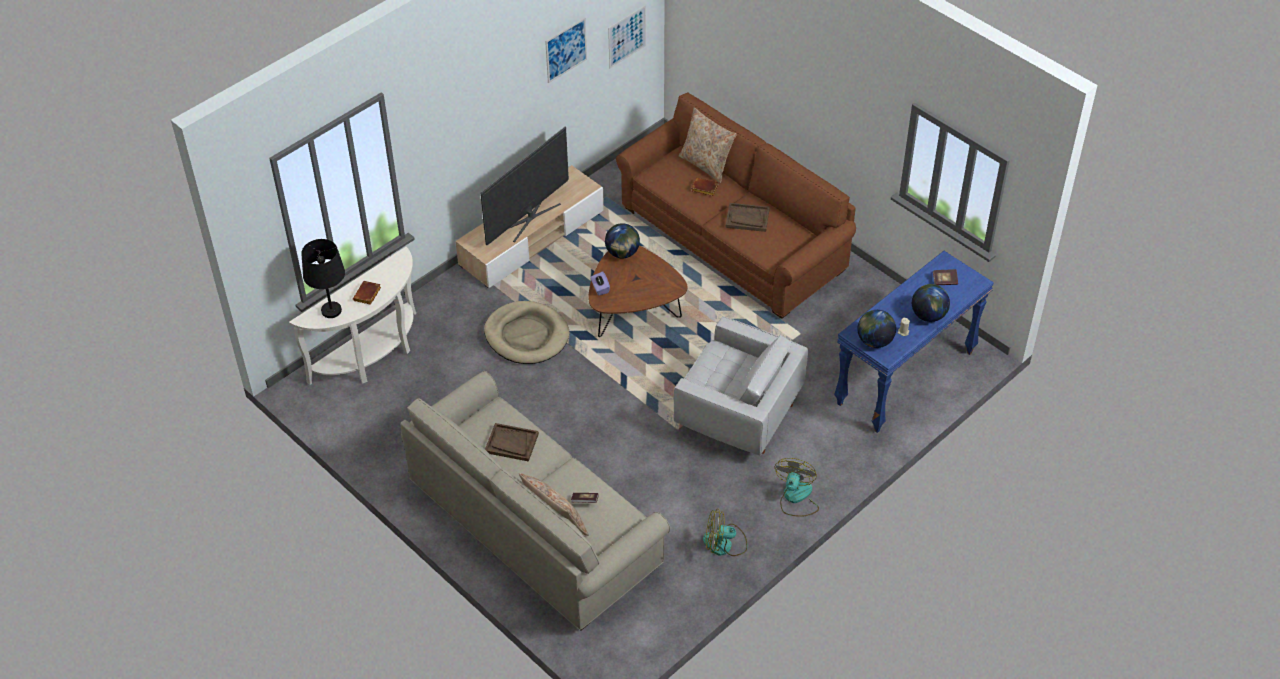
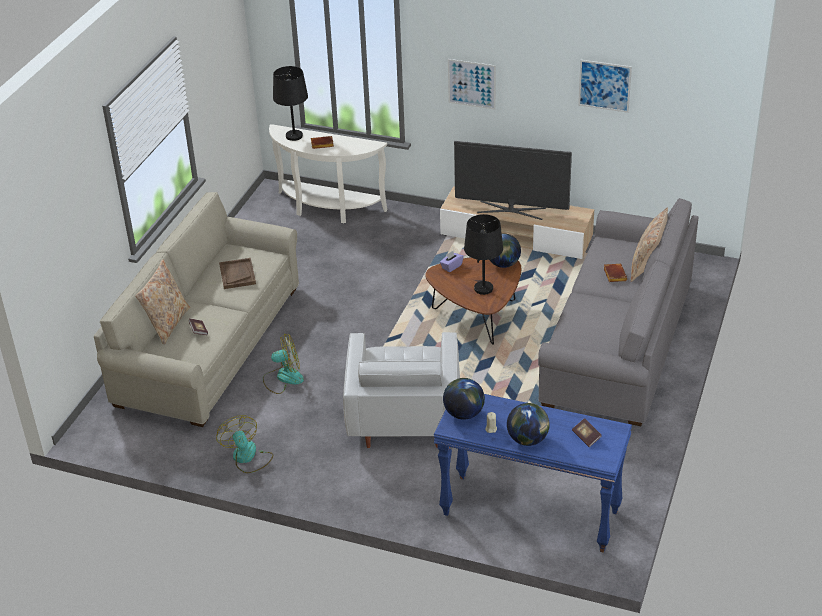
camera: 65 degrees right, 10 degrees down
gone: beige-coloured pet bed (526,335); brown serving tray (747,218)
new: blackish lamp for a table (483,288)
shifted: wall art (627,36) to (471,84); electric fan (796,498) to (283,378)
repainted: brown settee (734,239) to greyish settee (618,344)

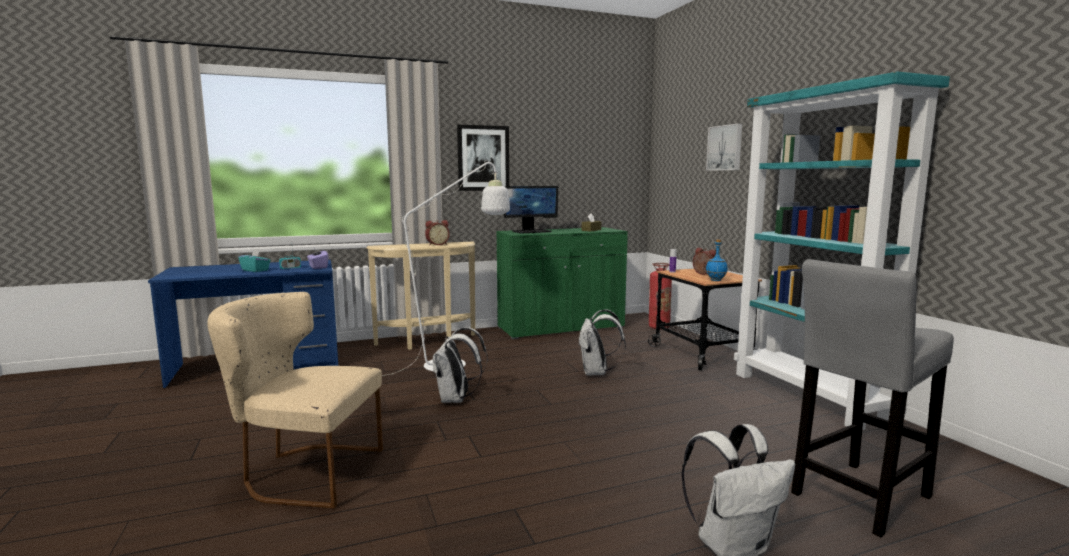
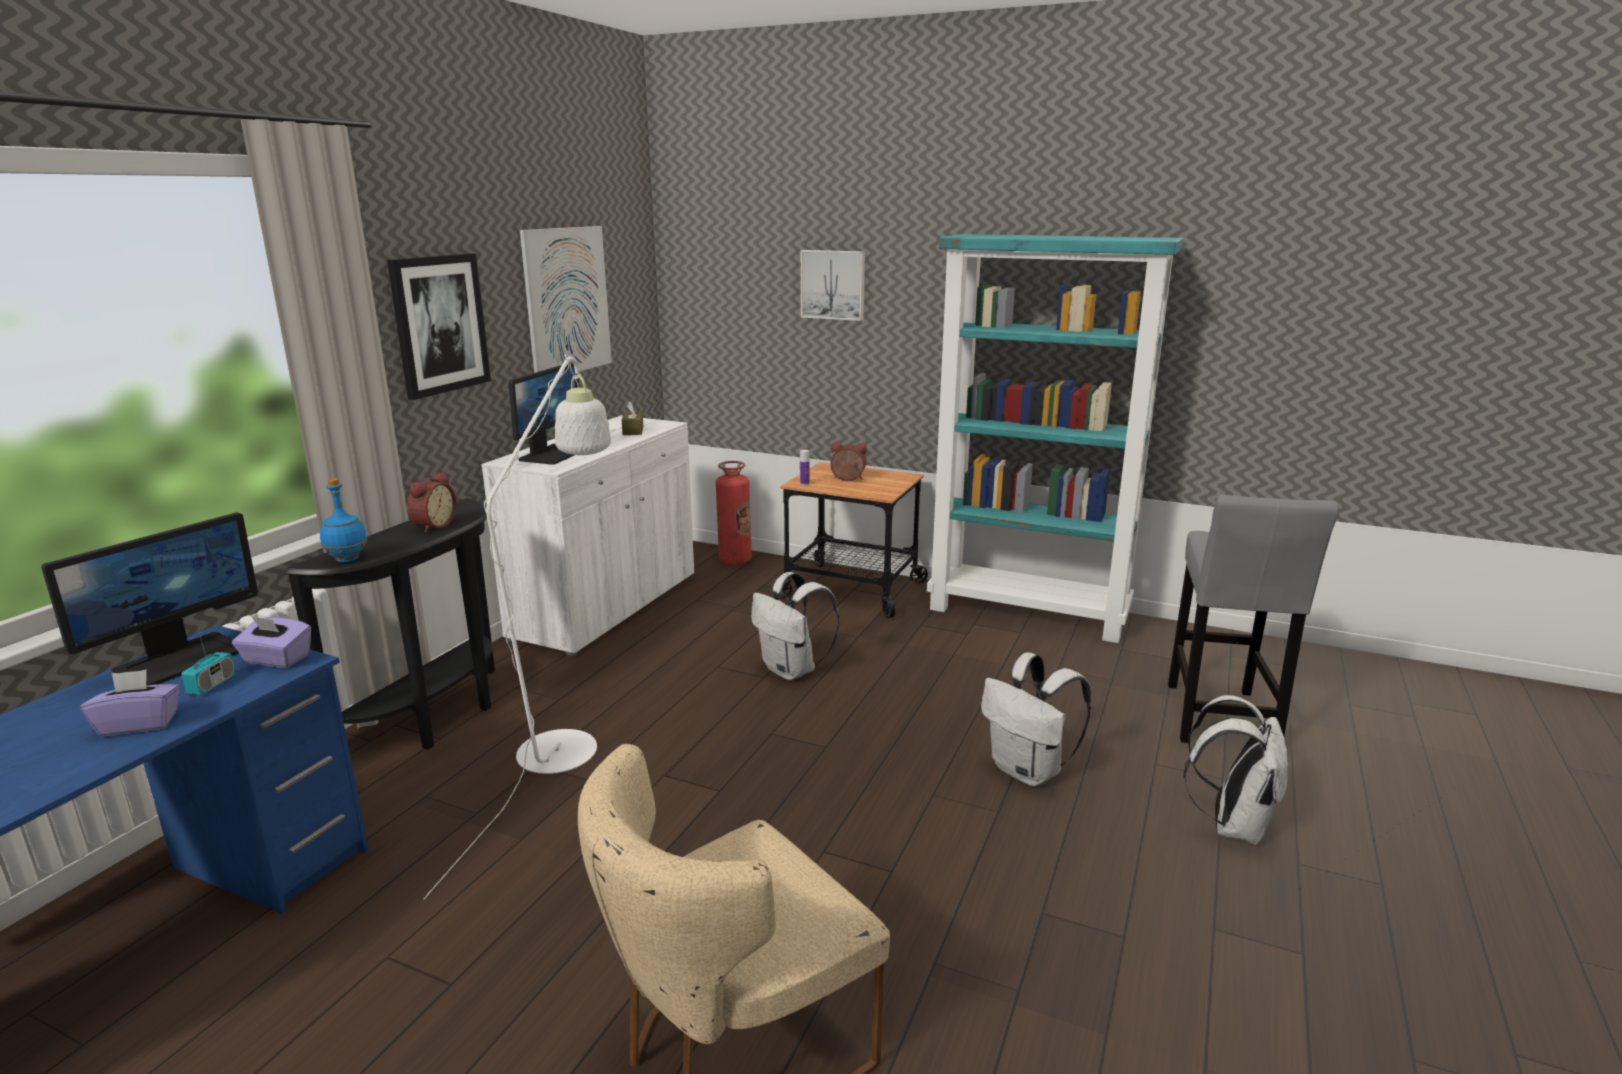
camera: 45 degrees left, 10 degrees up
new: computer display (181,659); wall art (567,301)
shifted: white rucksack (456,399) to (1029,771); blue-coloured beverage bottle (716,280) to (348,559)
repainted: turquoise box of tissues (255,270) to purplish box of tissues (139,724); beige-coloured console table (428,343) to blackish console table (438,720); green cabinet (561,327) to white cabinet (607,606)

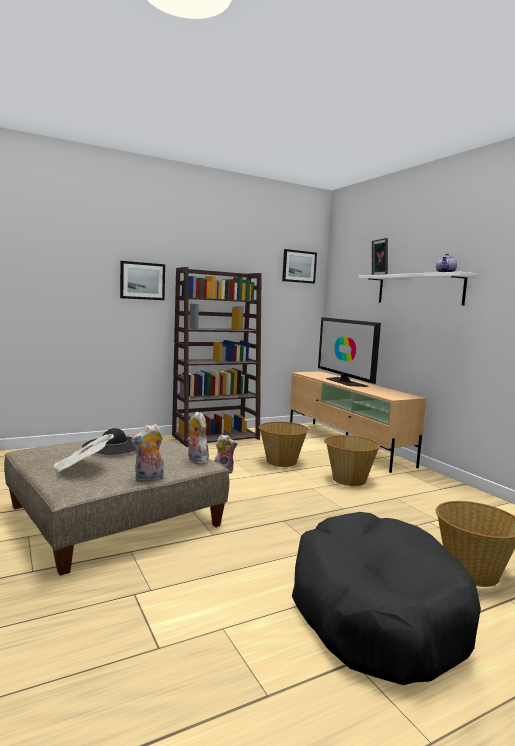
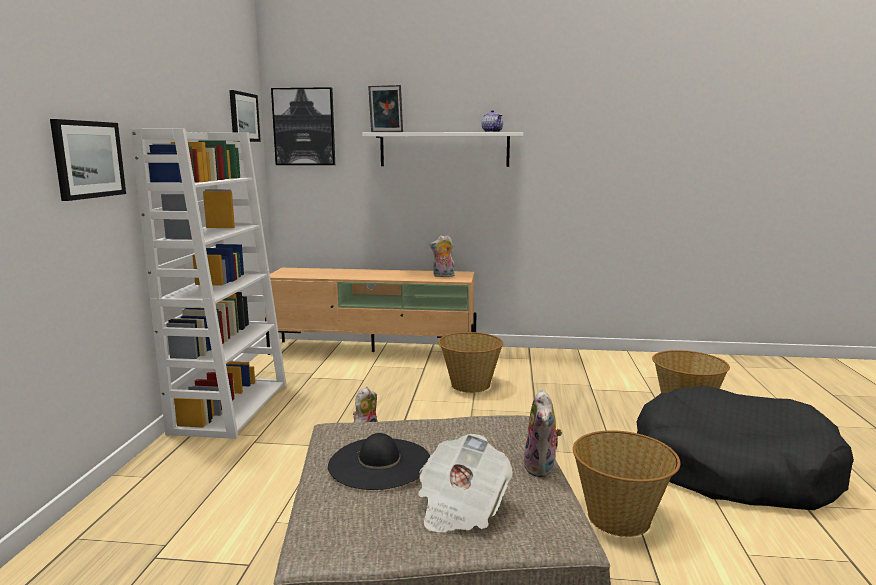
camera: 55 degrees left, 5 degrees up
gone: TV (344,382)
new: wall art (304,127)
shifted: plush toy (195,460) to (443,276); storage basket (281,462) to (620,518)
repainted: brown bookcase (216,437) to white bookcase (230,407)

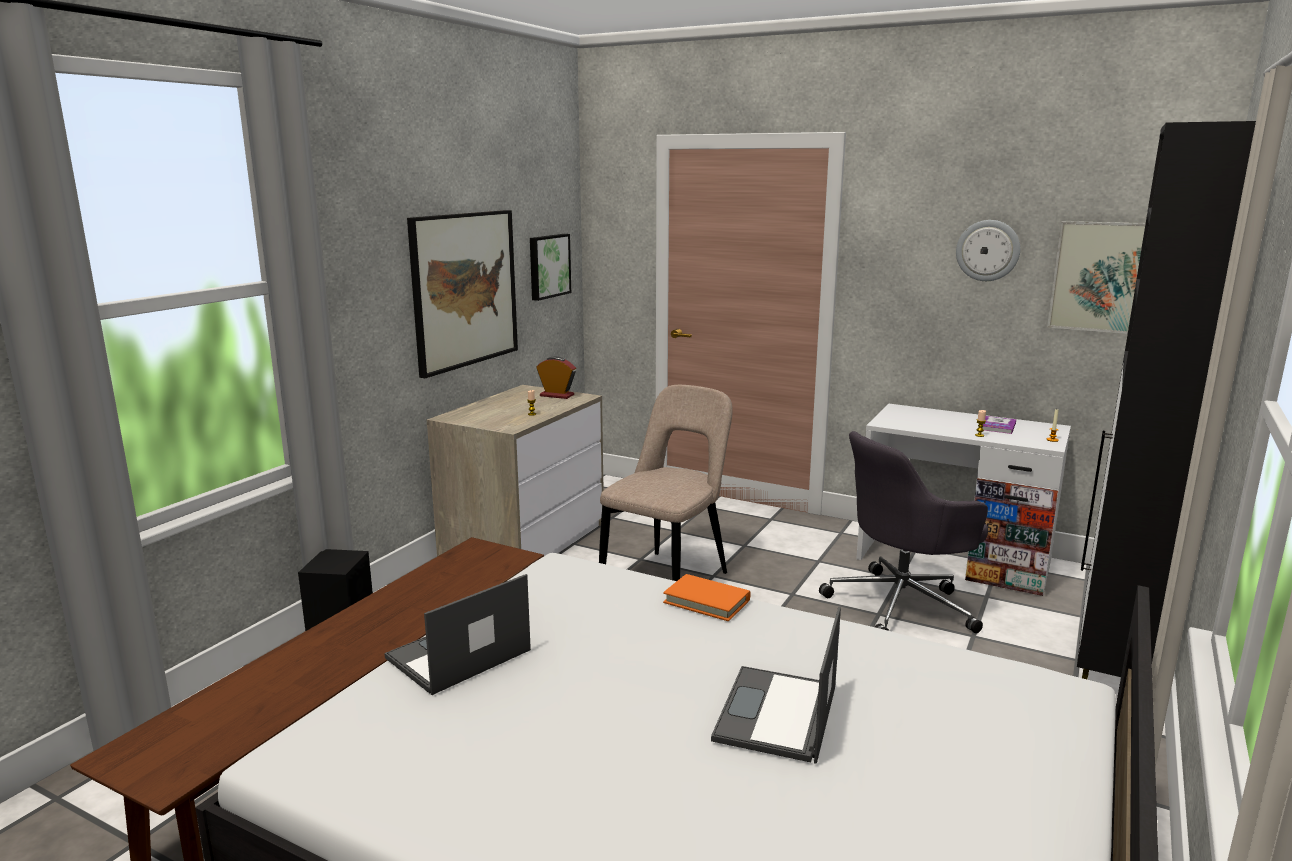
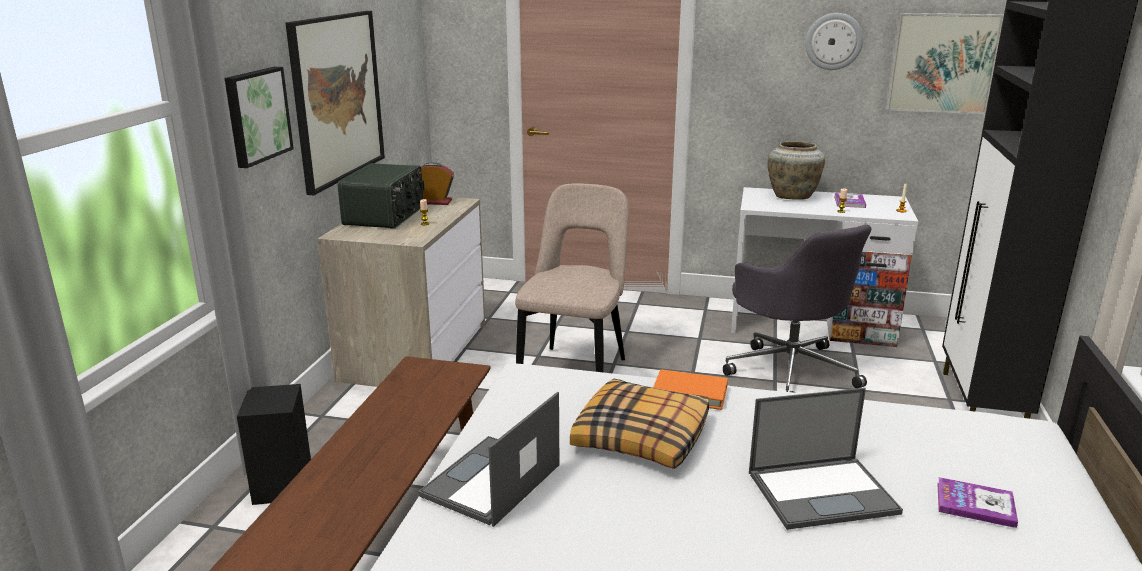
camera: 15 degrees left, 5 degrees up
new: radio (385,216); throw pillow (642,437); beige-coloured decorative vase (792,196); bound book (975,504)
shifted: wall art (548,266) to (256,115)
rotated: notebook computer (776,715) = (823,492) 105 degrees counterclockwise; greyish office chair (902,605) = (790,370) 75 degrees counterclockwise

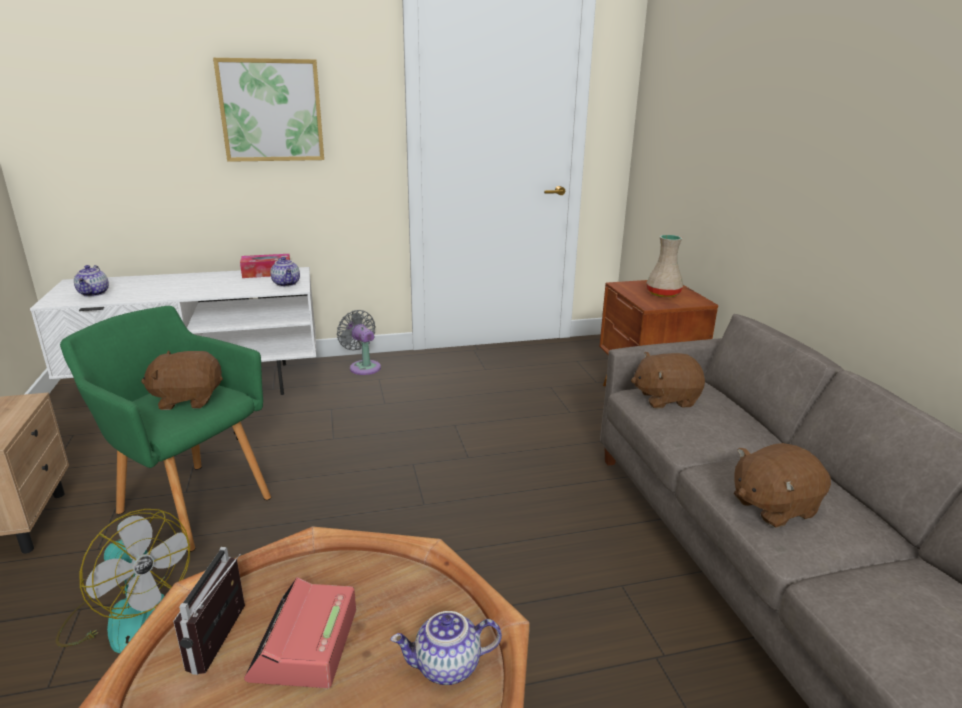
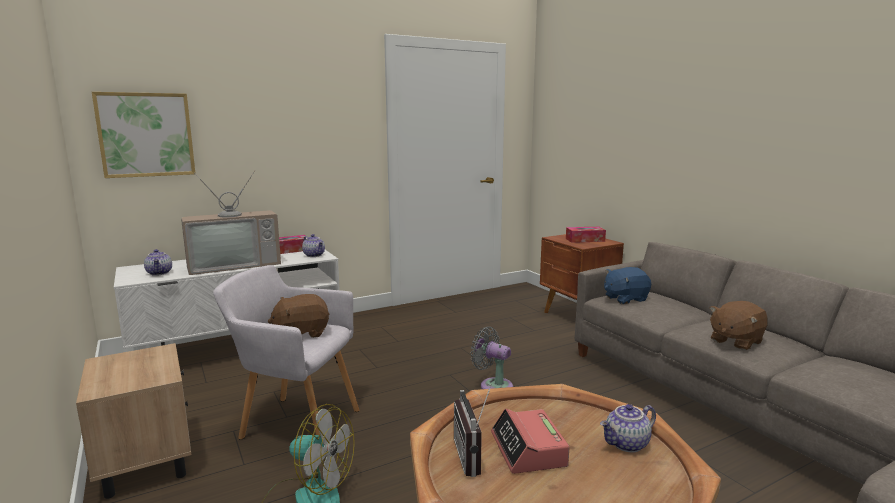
camera: 15 degrees left, 10 degrees down
new: TV (234,264)
shifted: wall art (271,110) to (146,135); greyish electric fan (363,367) to (493,385)
swapped: beige-coloured decorative vase (663,293) to box of tissues (585,240)
repainted: green lounge chair (190,501) to greyish lounge chair (296,422); brown plush toy (665,399) to blue-coloured plush toy (625,299)

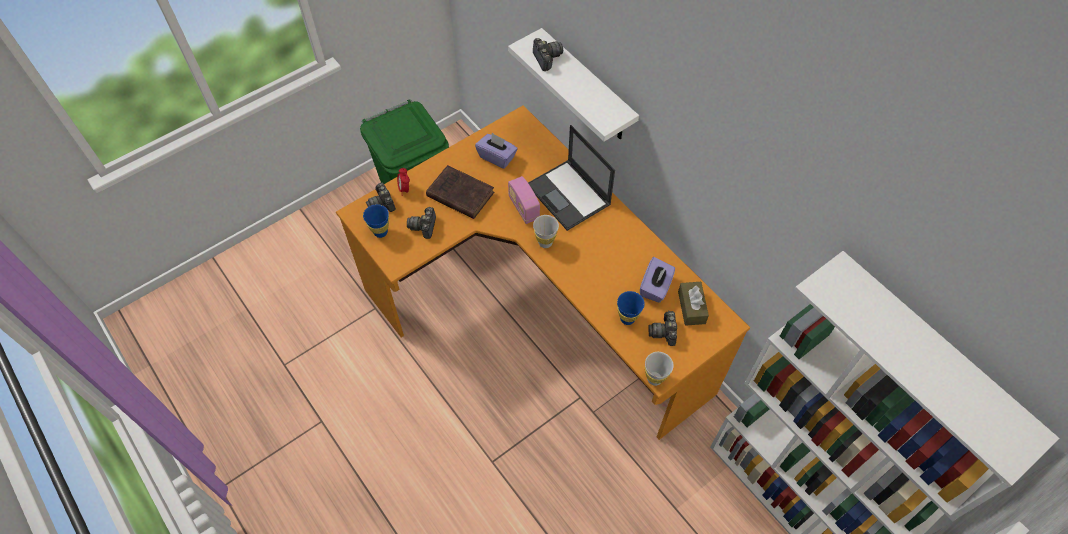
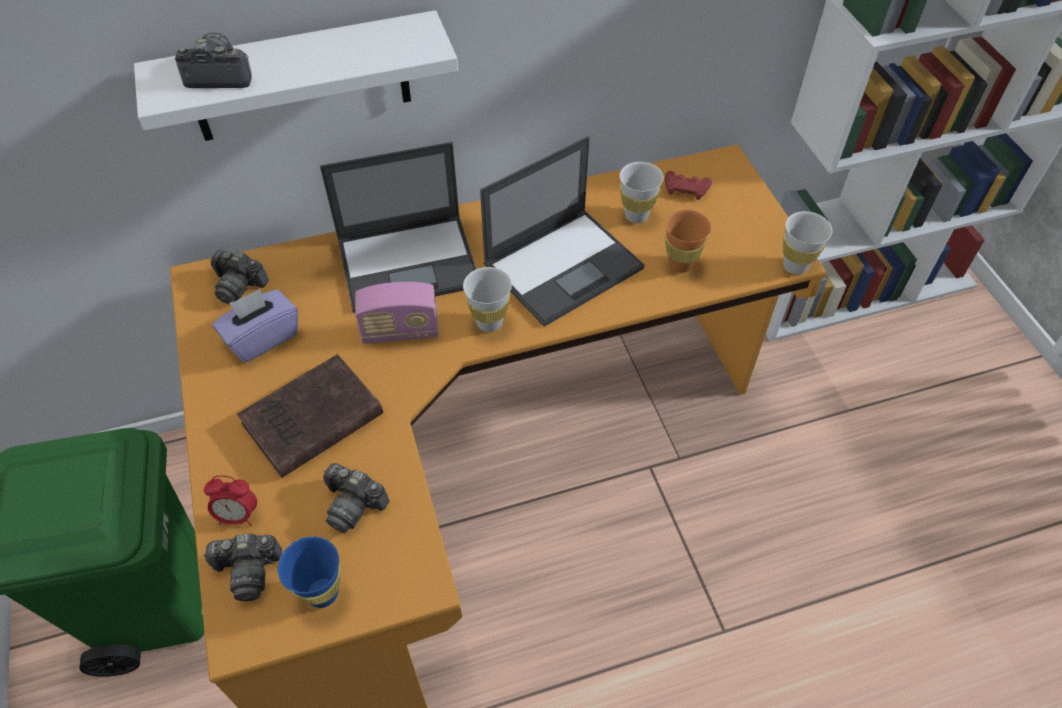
camera: 70 degrees left, 5 degrees down
new: notebook computer (564,265)
shifted: photo camera (664,332) to (239,285)
swapped: purplish box of tissues (655,287) to white drinking cup (636,215); brown box of tissues (691,307) to reddish joypad (686,189)
repainted: blue-coloured drinking cup (627,318) to orange-coloured drinking cup (680,264)

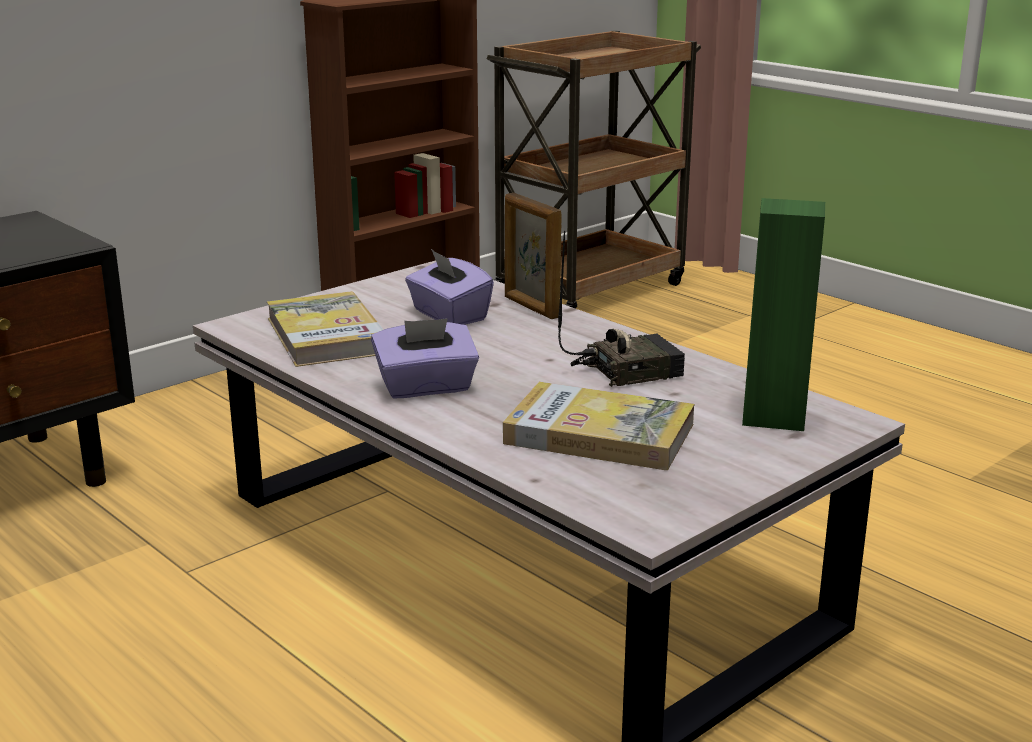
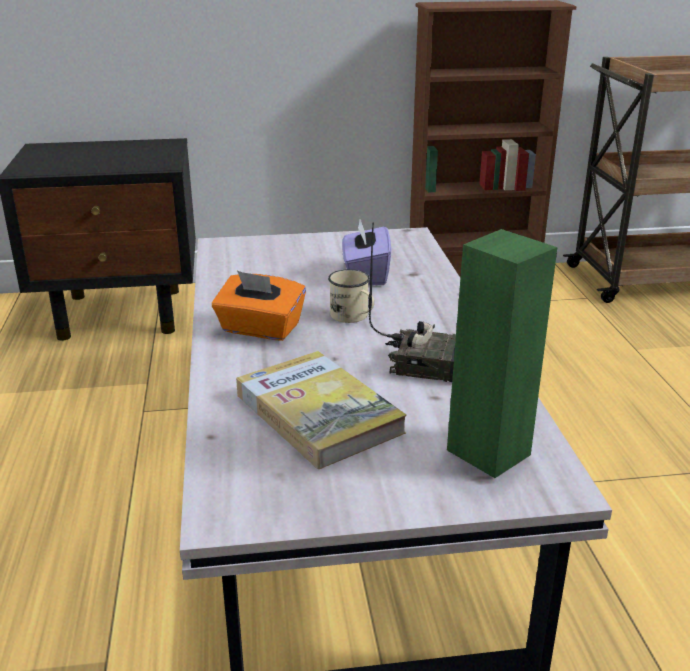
camera: 35 degrees right, 5 degrees up
gone: bound book (326,335); photo frame (530,307)
new: beige-coloured mug (353,317)
repainted: purplish box of tissues (426,387) to orange-coloured box of tissues (260,329)

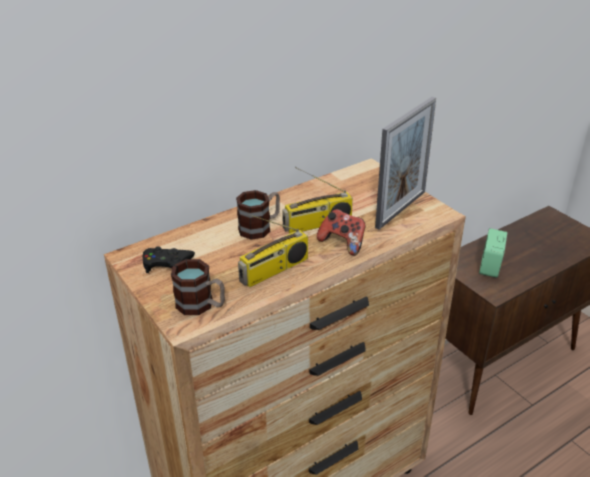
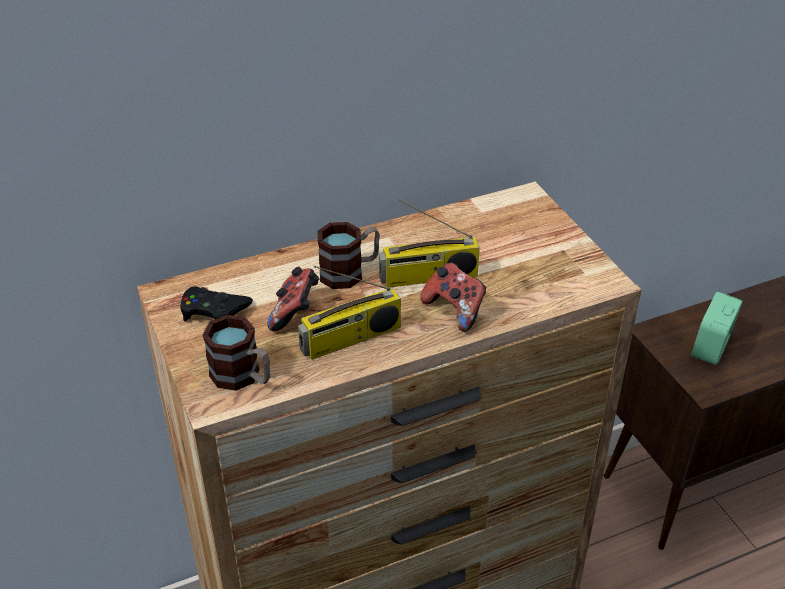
camera: 10 degrees right, 5 degrees up
gone: photo frame (401,209)
new: joypad (295,313)

